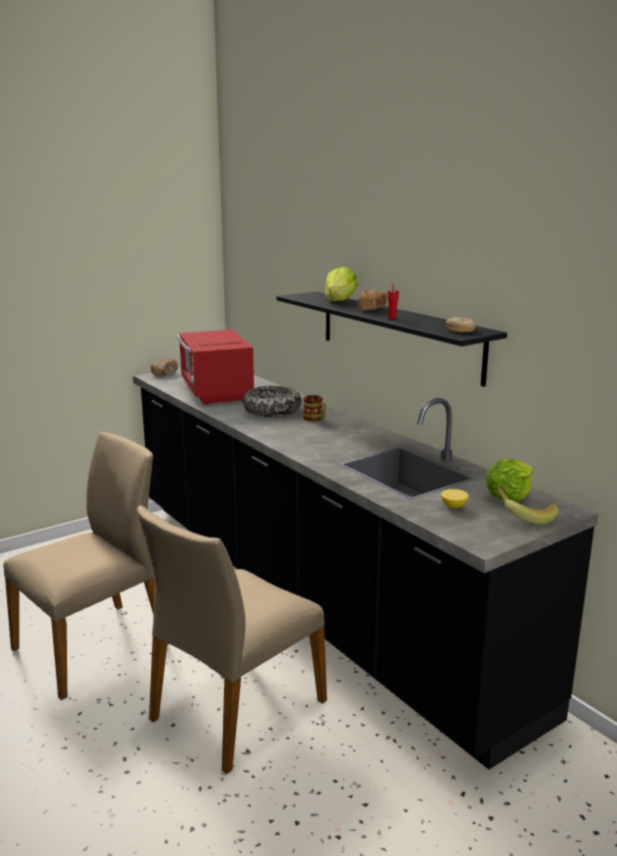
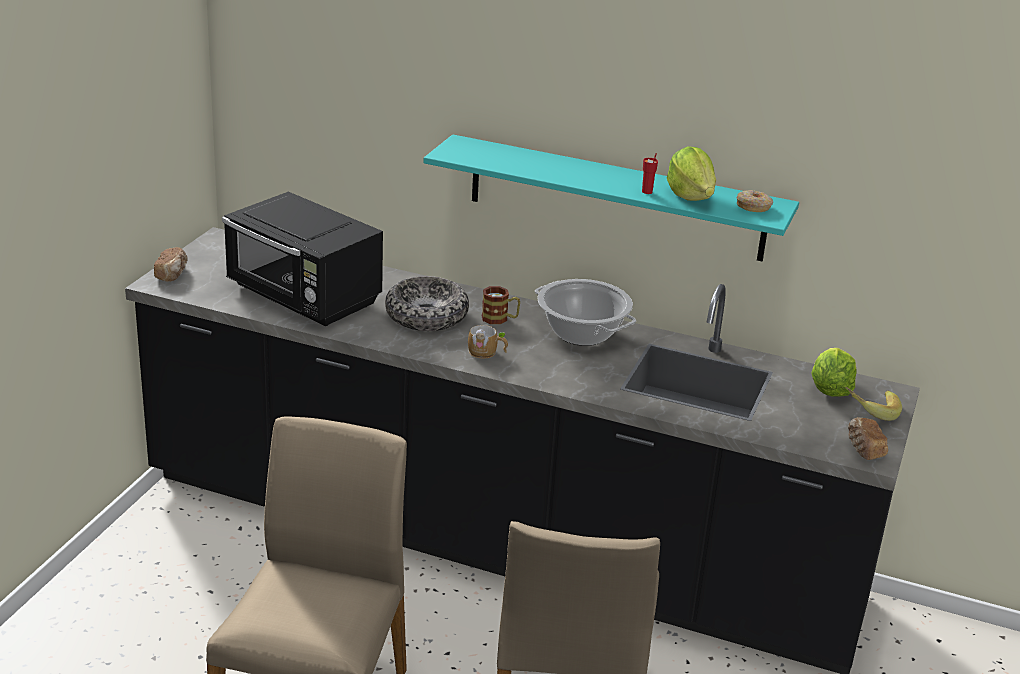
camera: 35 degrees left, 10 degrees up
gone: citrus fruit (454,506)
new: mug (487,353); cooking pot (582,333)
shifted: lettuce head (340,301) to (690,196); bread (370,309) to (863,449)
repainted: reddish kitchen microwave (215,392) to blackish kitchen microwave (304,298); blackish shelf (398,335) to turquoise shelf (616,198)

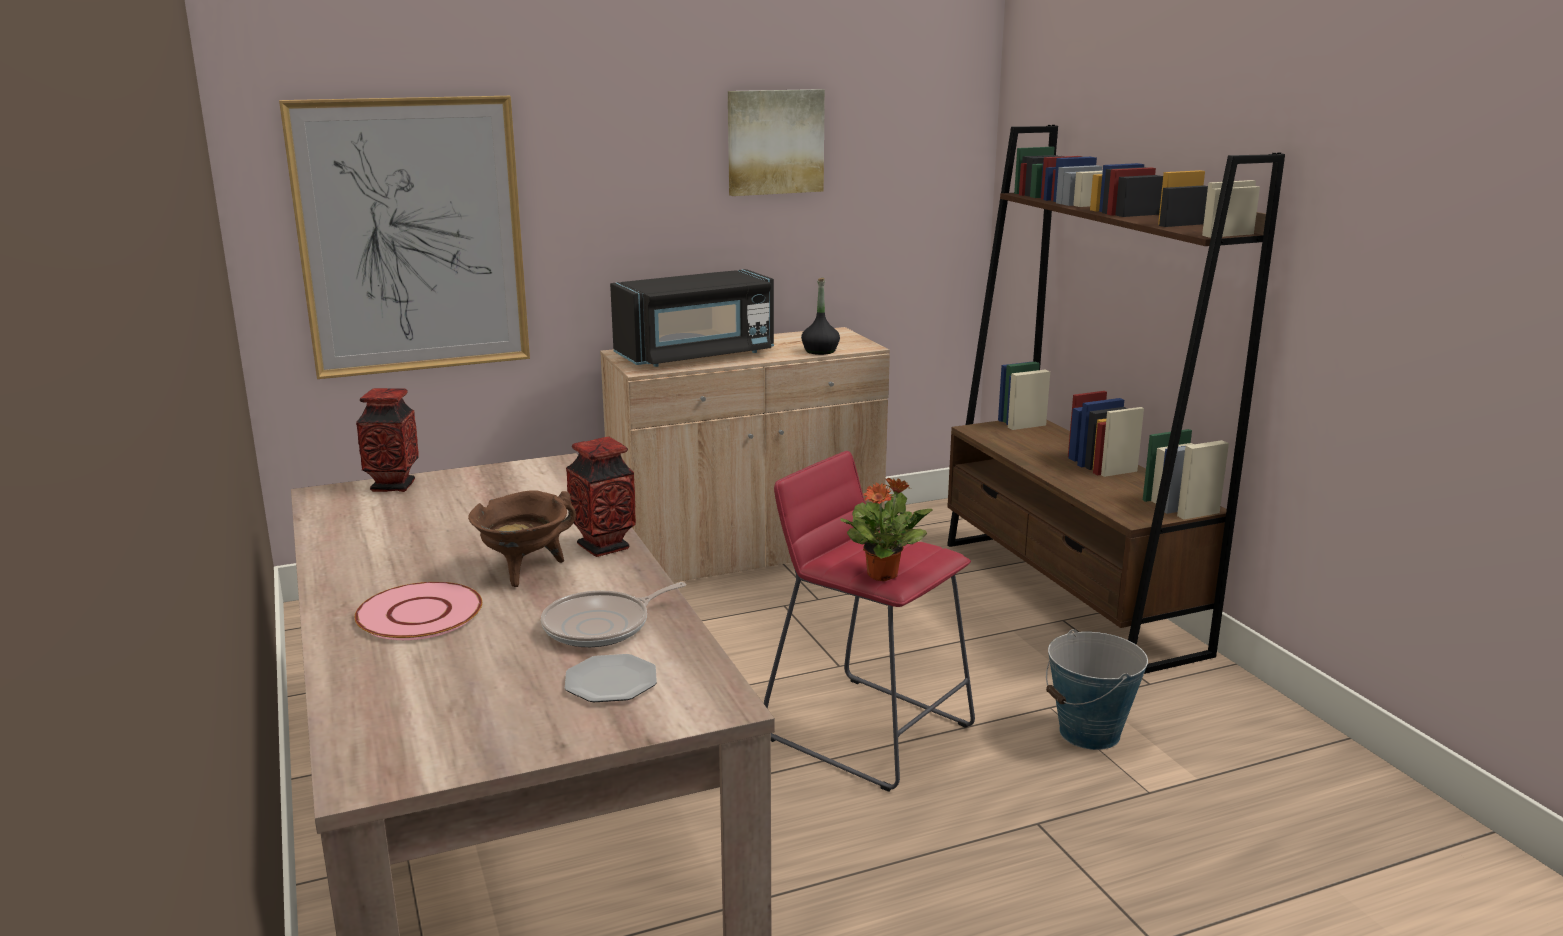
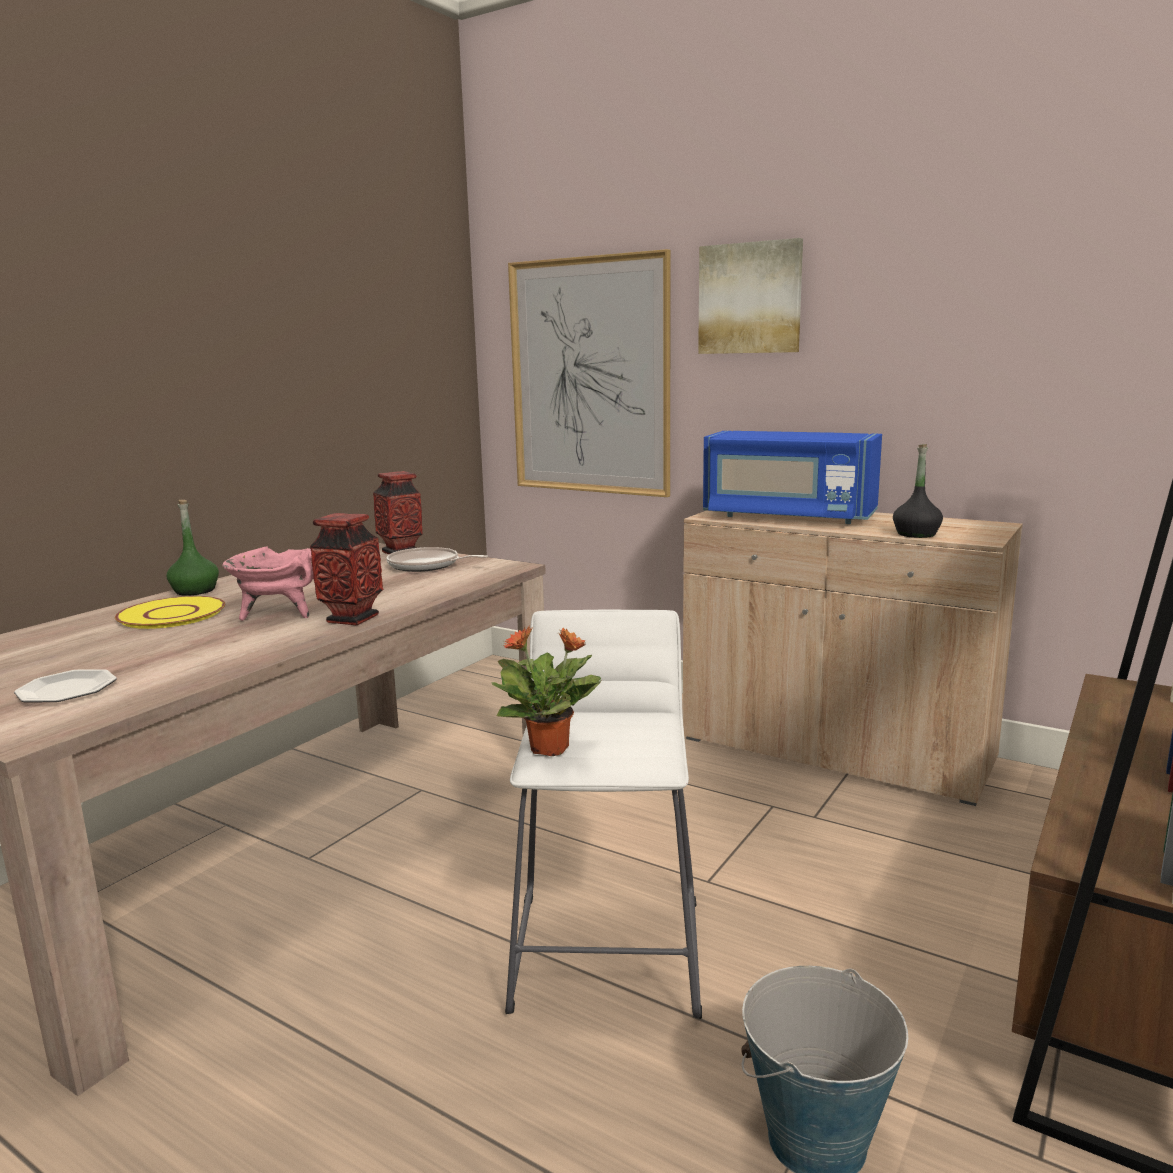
camera: 55 degrees right, 5 degrees down
new: green beverage bottle (195,591)
shifted: skillet (602,626) to (427,566); wall art (775,142) to (750,298)
repainted: pink dinner plate (419,613) to yellowish dinner plate (171,614); brown cooking pot (524,571) to pink cooking pot (277,614); blackish kitchen microwave (696,356) to blue-coloured kitchen microwave (787,516); reddish sitting stool (867,731) to white sitting stool (607,950)

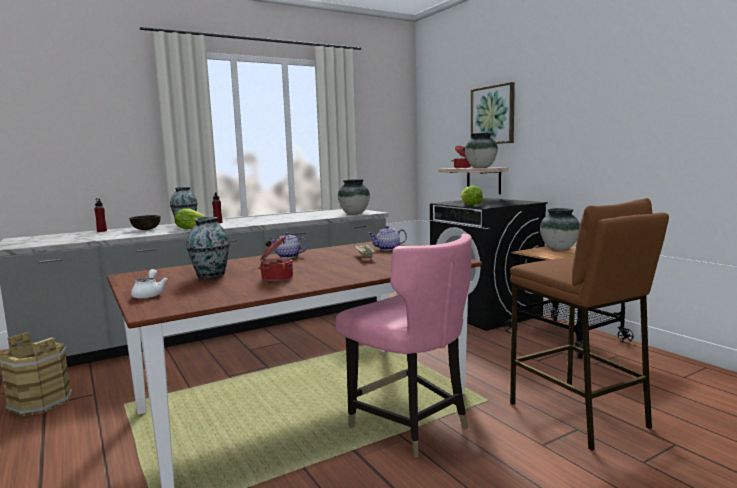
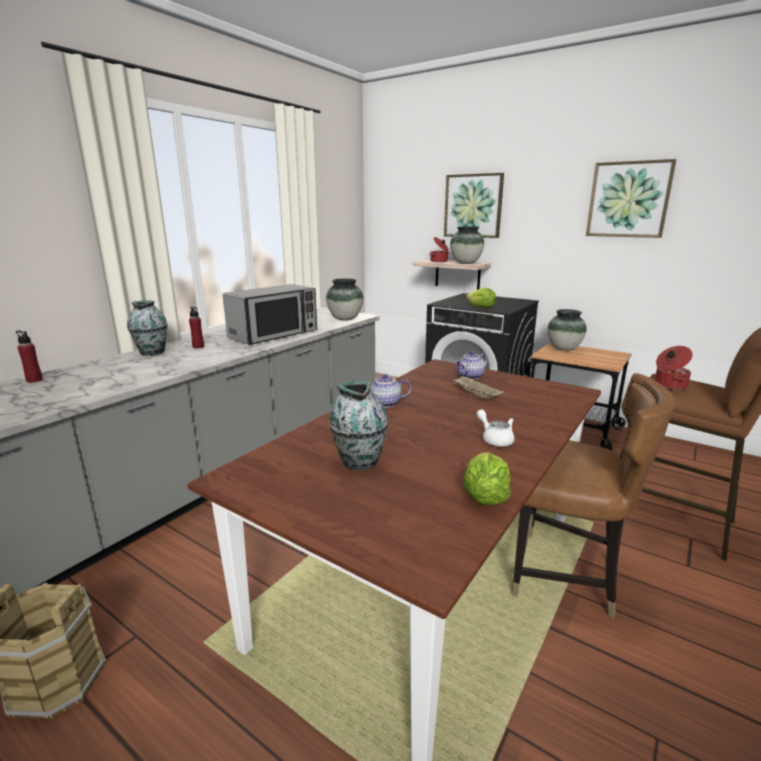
camera: 25 degrees left, 10 degrees up
gone: brown serving bowl (146,229)
new: kitchen microwave (274,334); wall art (628,199)
shifted: white tea pot (149,295) to (495,439); lettuce head (189,229) to (484,497); cooking pot (276,278) to (669,385)
repainted: pink upright chair (410,425) to brown upright chair (563,575)

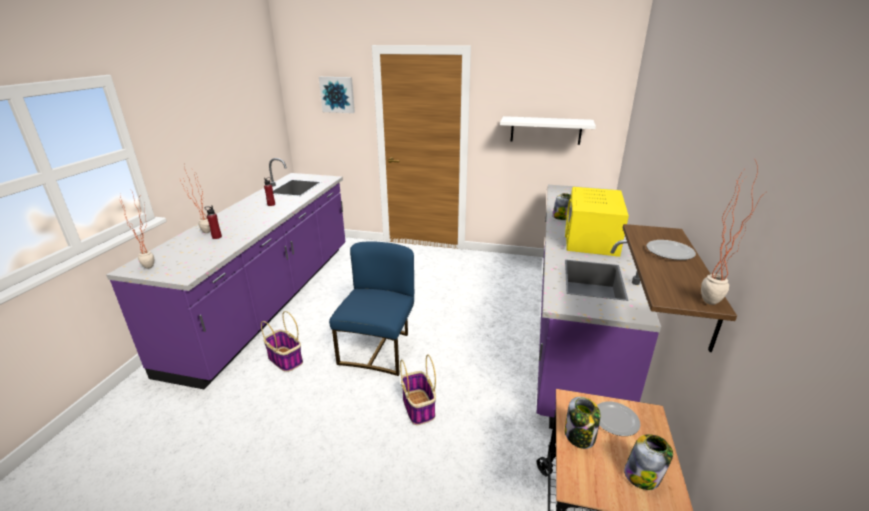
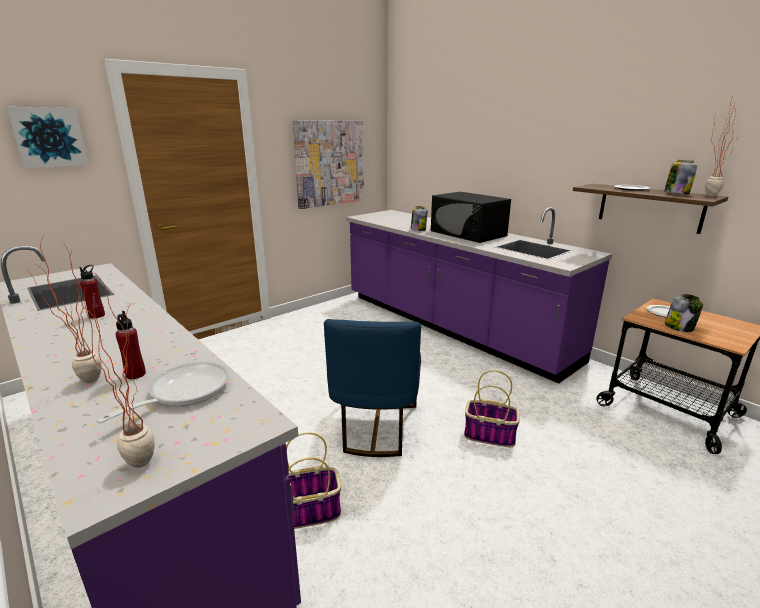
camera: 55 degrees left, 5 degrees down
new: skillet (183,392)
shifted: storage jar (642,475) to (676,193)
swapped: white shelf (545,130) to wall art (329,163)
repainted: yellowish kitchen microwave (591,238) to blackish kitchen microwave (468,233)
rotated: blue-coloured upright chair (379,349) = (375,427) 135 degrees counterclockwise

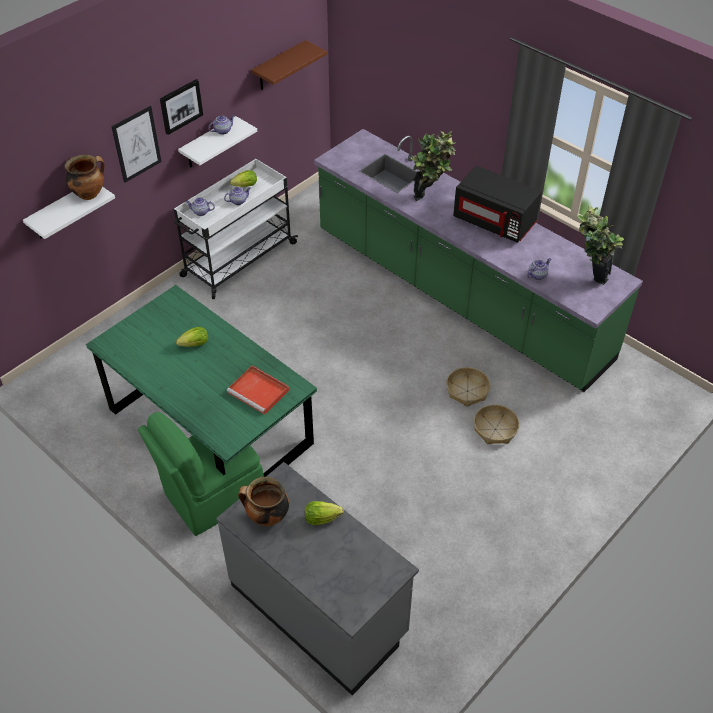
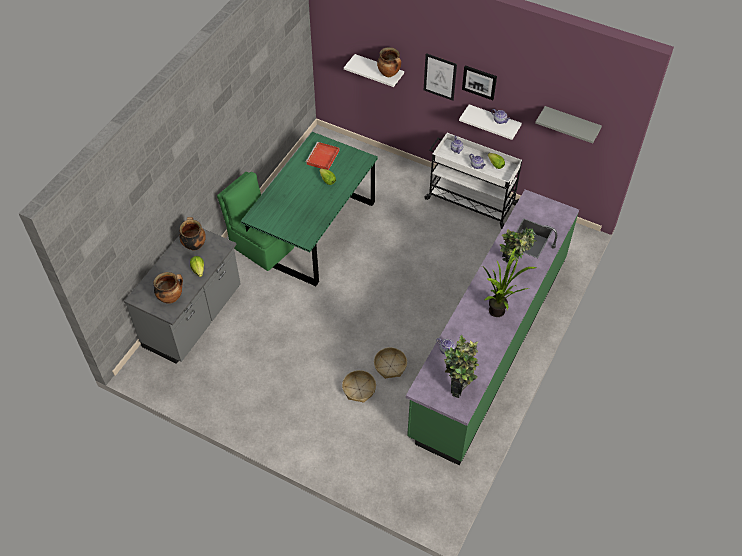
camera: 75 degrees right, 5 degrees up
new: cooking pot (171,297)
shifted: reddish serving tray (259,391) to (322,158)
swapped: blackish kitchen microwave (495,221) to plant in a pot (499,314)
repainted: brown shelf (279,66) to greyish shelf (571,123)

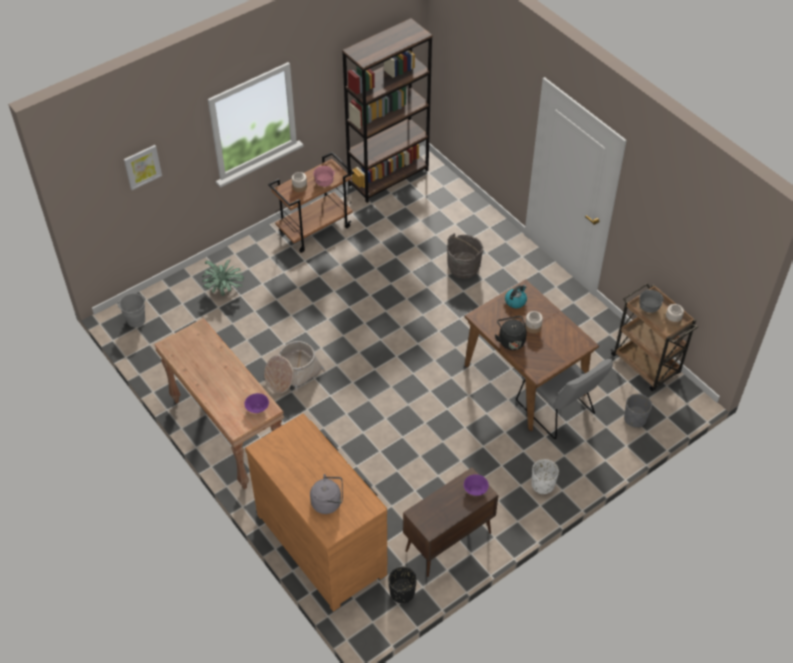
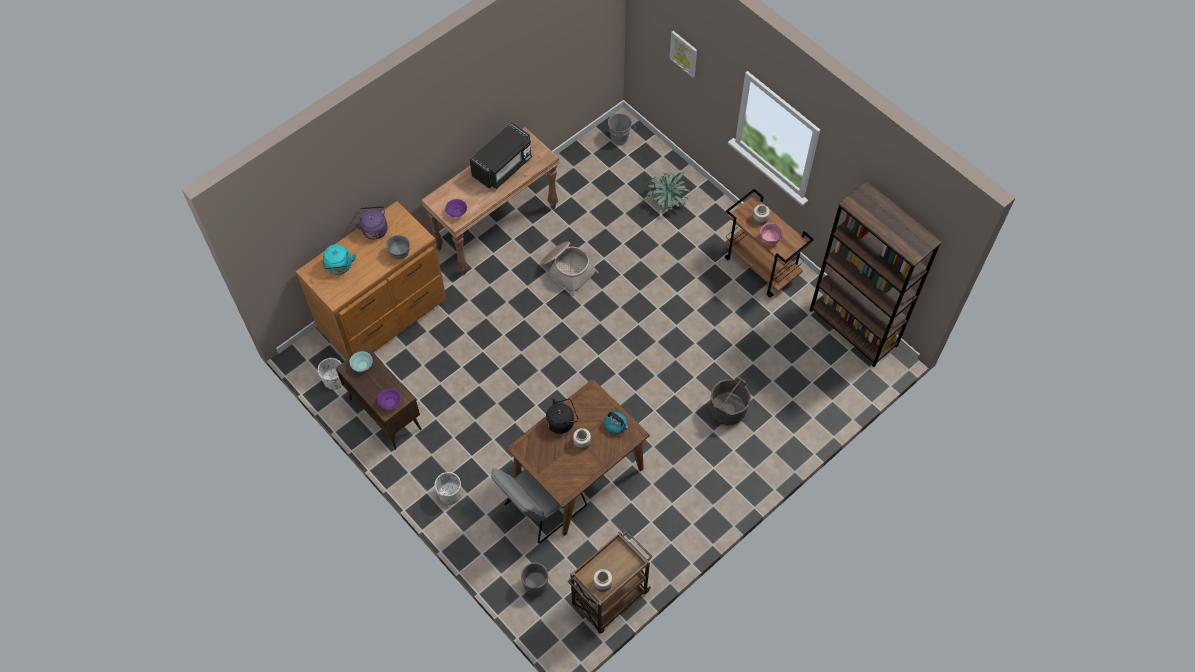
camera: 85 degrees right, 10 degrees up
new: turquoise serving bowl (362,365); purplish kettle (374,229); blackish kitchen microwave (503,166)
shifted: greyish serving bowl (648,308) to (400,253)
repainted: greyish kettle (328,502) to turquoise kettle (340,267); blackish flower pot (402,592) to white flower pot (334,380)

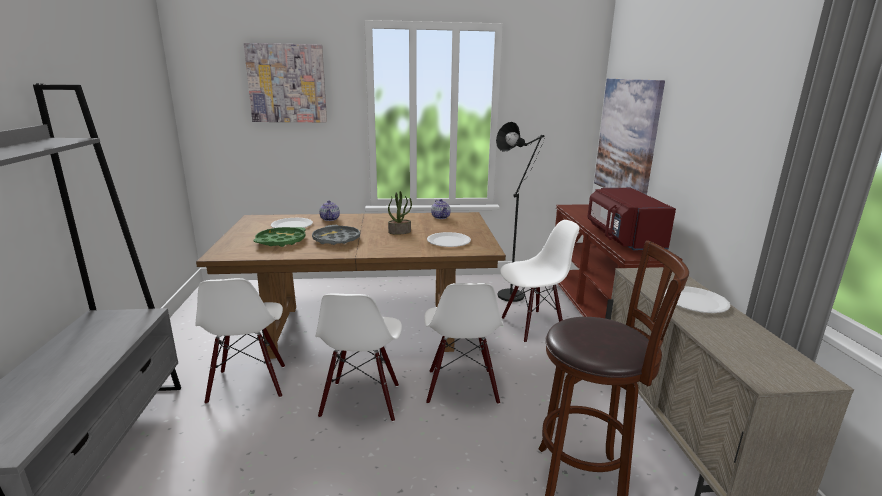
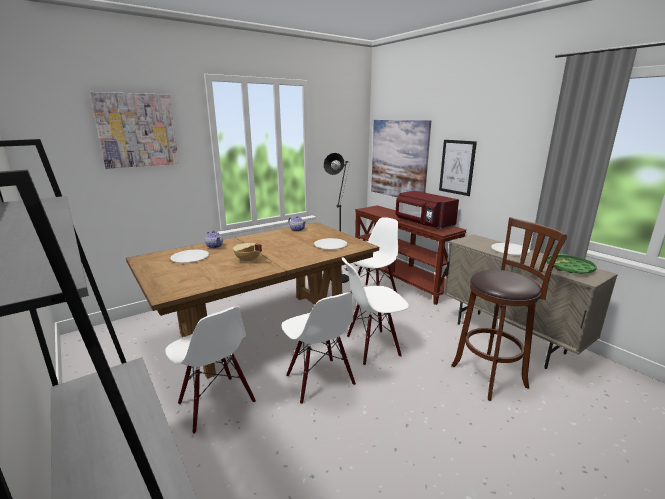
camera: 30 degrees left, 0 degrees up
gone: plant in a pot (400,232)
new: wall art (457,167)
shifted: green serving tray (281,241) to (569,268)
swapped: greyish serving tray (336,239) to beige-coloured cooking pot (248,260)
rotated: white upright chair (461,387) = (372,346) 105 degrees clockwise

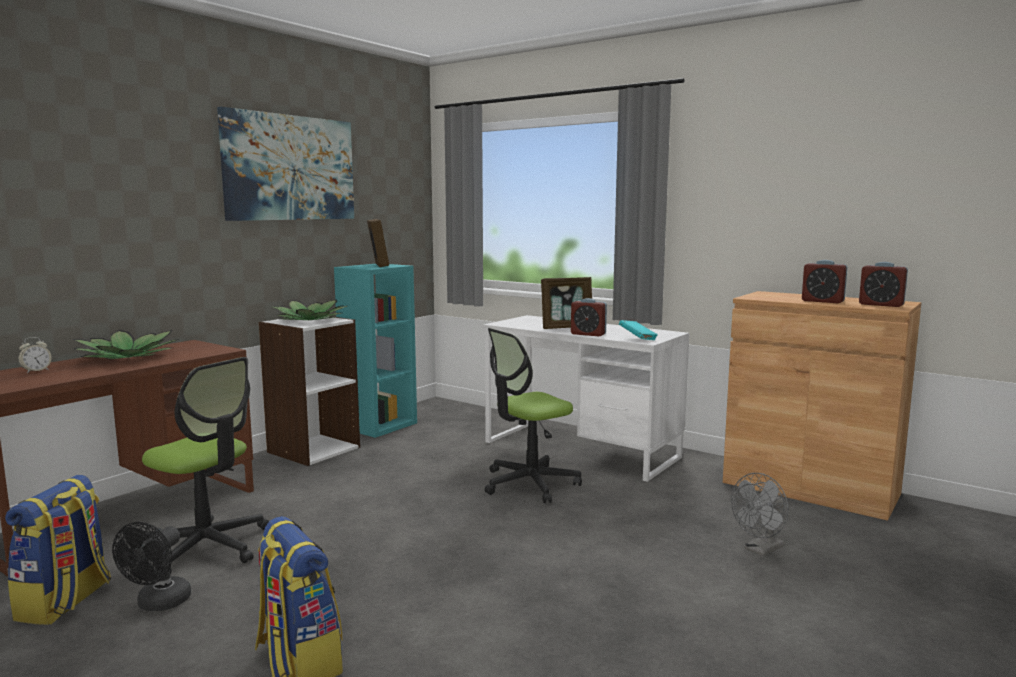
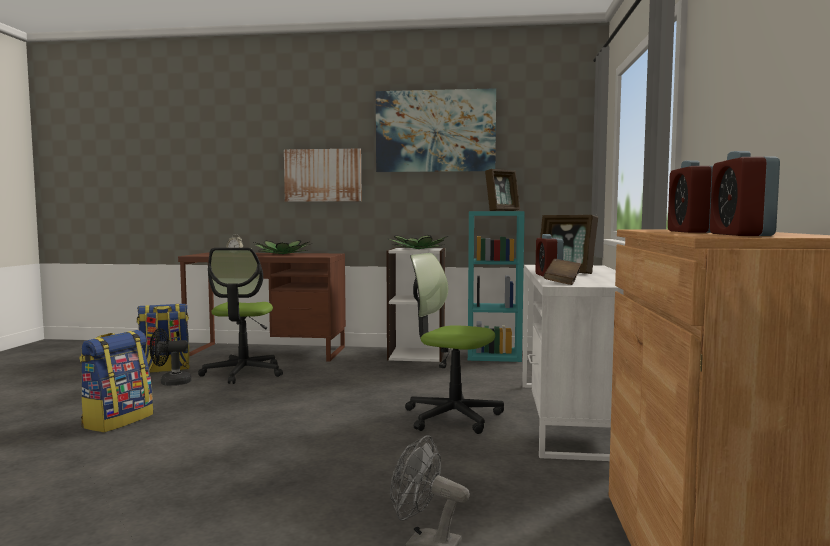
camera: 60 degrees right, 5 degrees down
new: wall art (323,175)
repainted: turquoise bound book (637,339) to brown bound book (562,282)

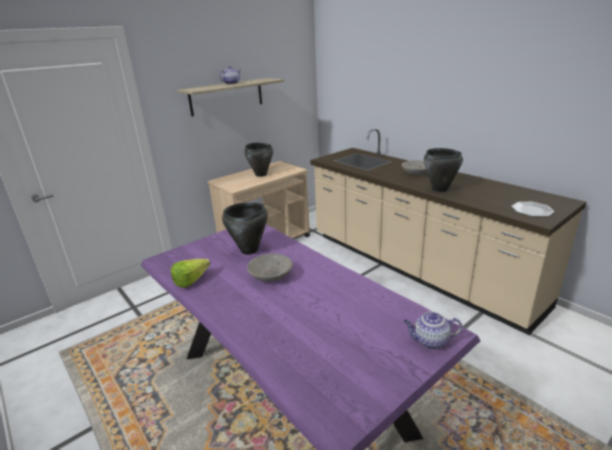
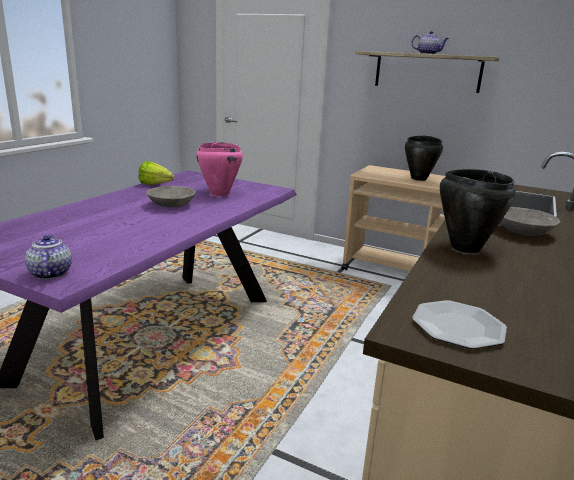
camera: 65 degrees right, 5 degrees down
repainted: blackish cooking pot (249,250) to pink cooking pot (219,194)

